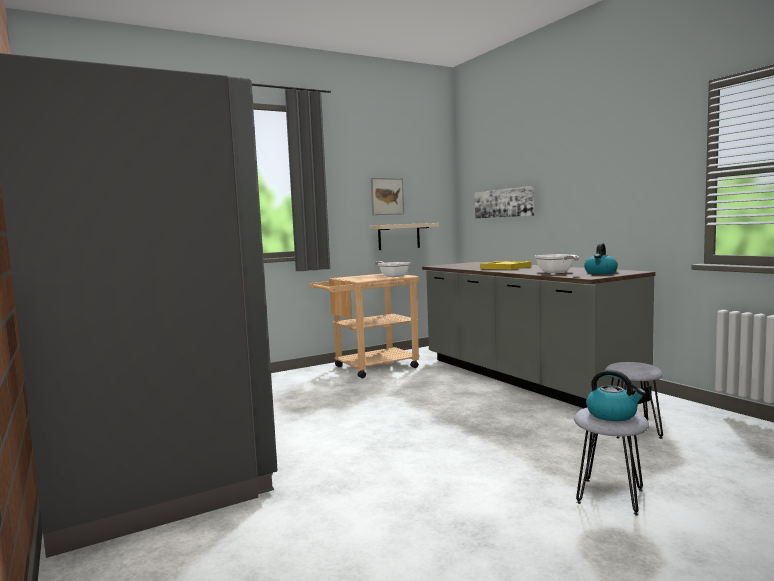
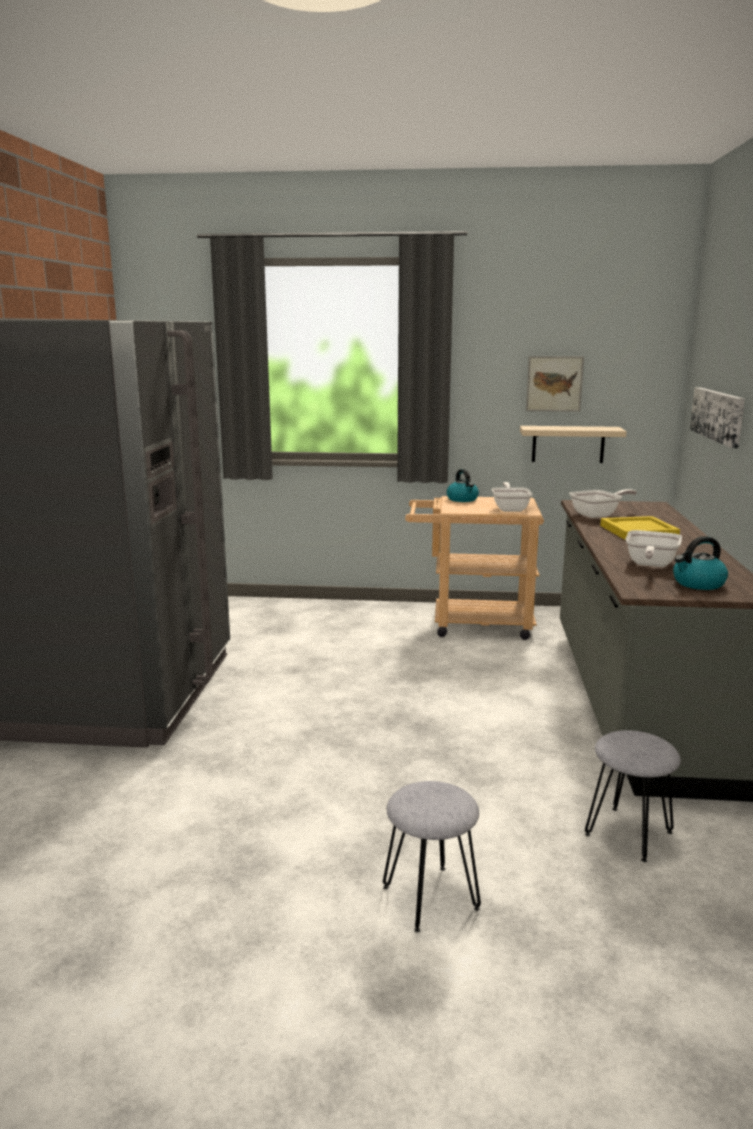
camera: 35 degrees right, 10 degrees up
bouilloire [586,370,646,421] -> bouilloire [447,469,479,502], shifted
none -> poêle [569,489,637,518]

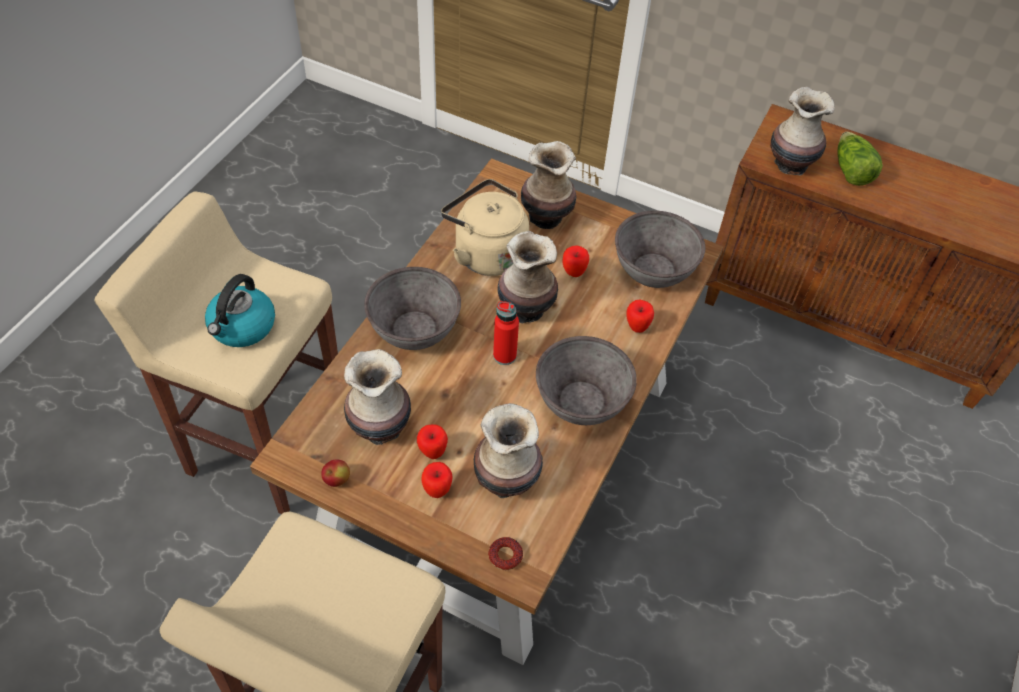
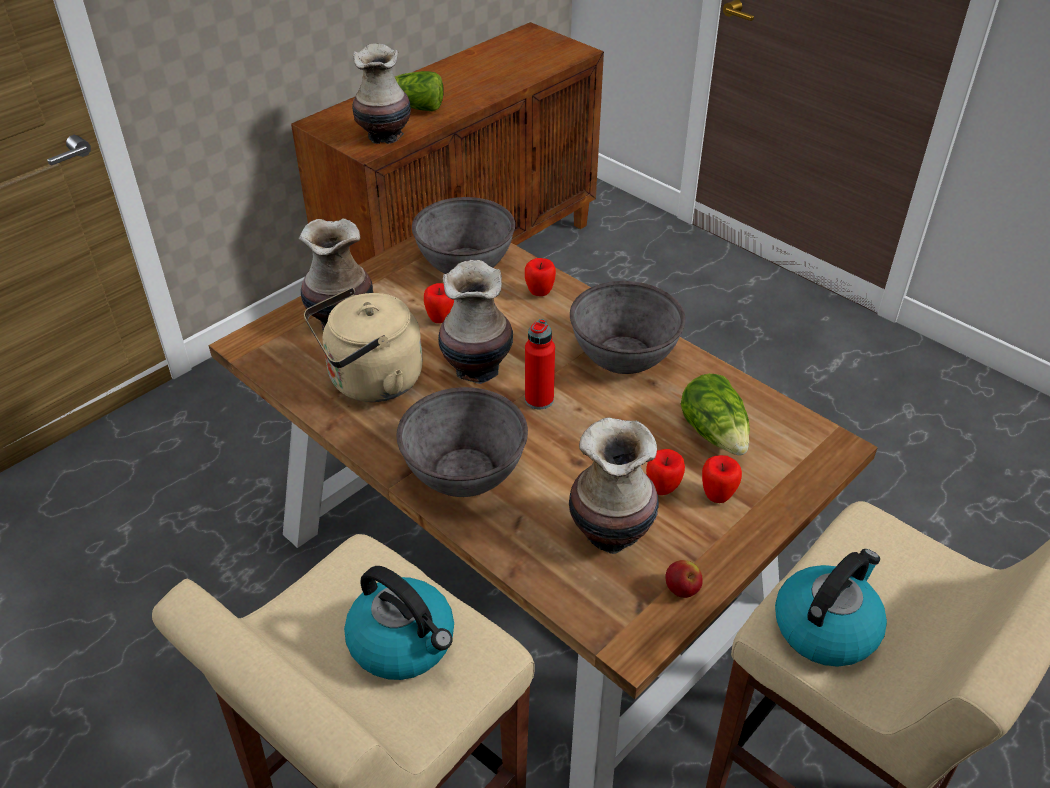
camera: 70 degrees left, 10 degrees down
vase [474,403,543,498] -> laitue [681,373,750,456]
beignet [488,537,523,570] -> none
none -> bouilloire [775,549,887,667]

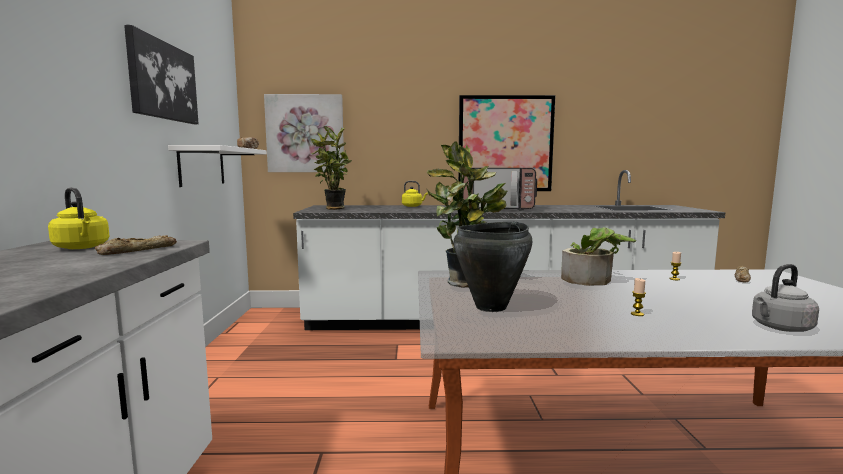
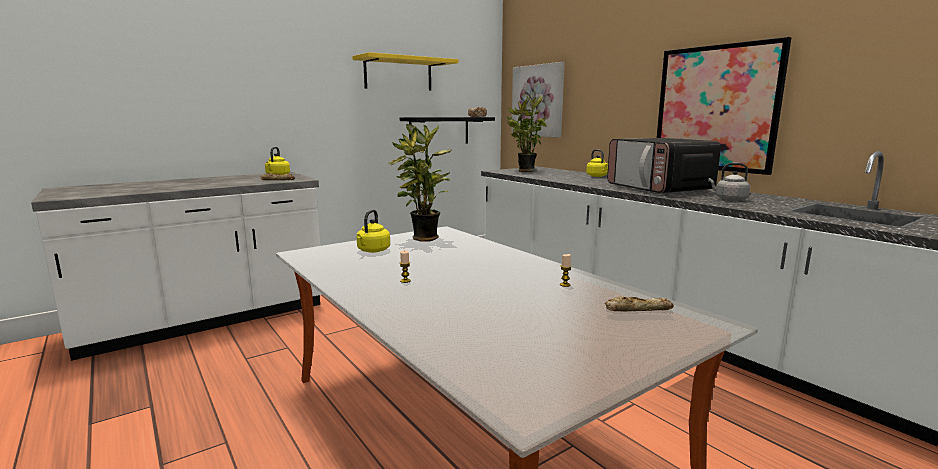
camera: 55 degrees right, 5 degrees up
tableau [124,25,199,124] -> étagère [jaune] [352,52,459,91]
étagère [blanc] [168,145,267,187] -> étagère [noir] [400,117,495,144]
marmite [noir] [453,222,533,312] -> bouilloire [jaune] [357,209,390,253]
plante en pot [561,227,636,286] -> none
bouilloire [gris] [752,264,819,332] -> bouilloire [gris] [708,163,750,201], shifted

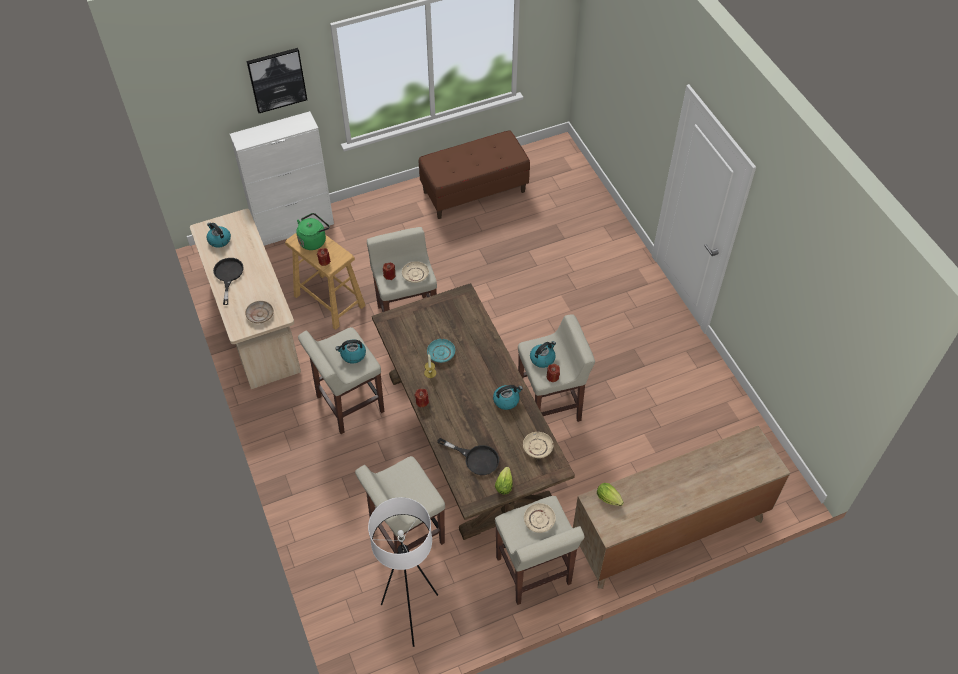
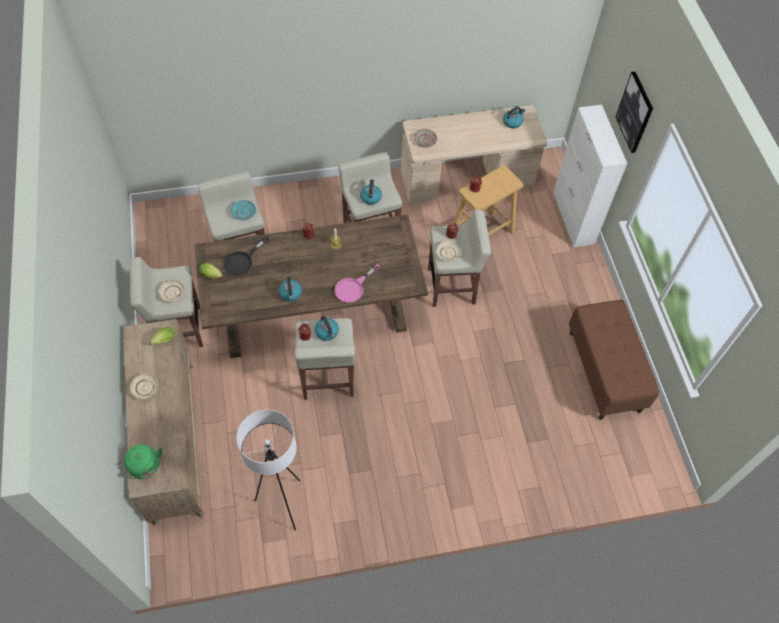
camera: 100 degrees right, 5 degrees up
poêle [noir] [213,258,244,305] -> none
bouilloire [vert] [296,213,329,250] -> bouilloire [vert] [124,445,162,479], shifted
lampadaire [blanc] [368,497,438,647] -> lampadaire [blanc] [236,410,300,530], shifted
assiette [turquoise] [427,339,455,363] -> assiette [turquoise] [231,200,256,220], shifted
assiette [beige] [523,432,554,458] -> assiette [beige] [130,373,159,400], shifted
none -> poêle [rose] [335,264,380,303]

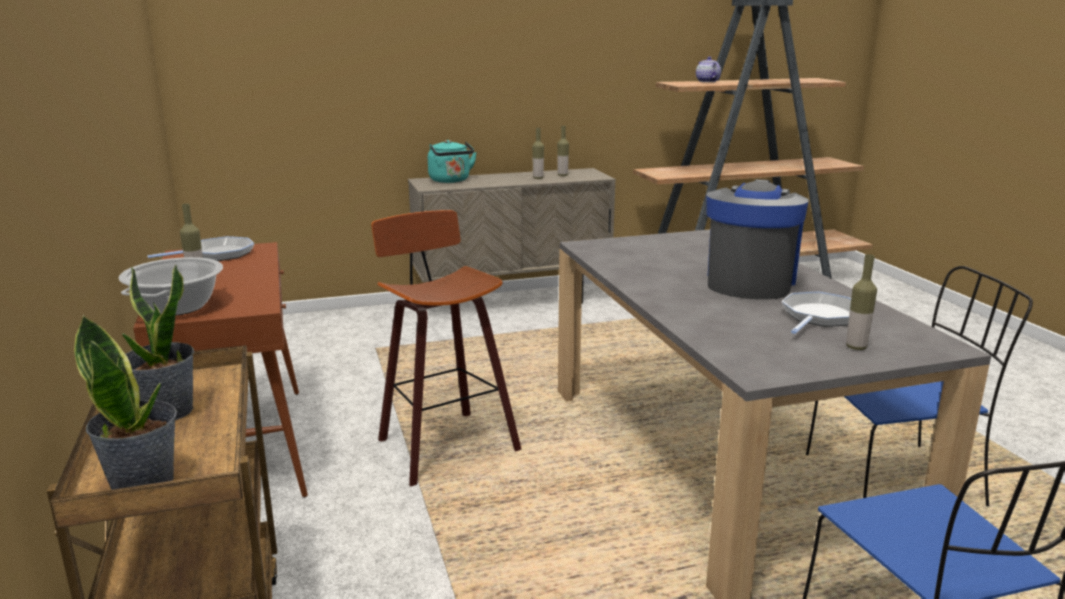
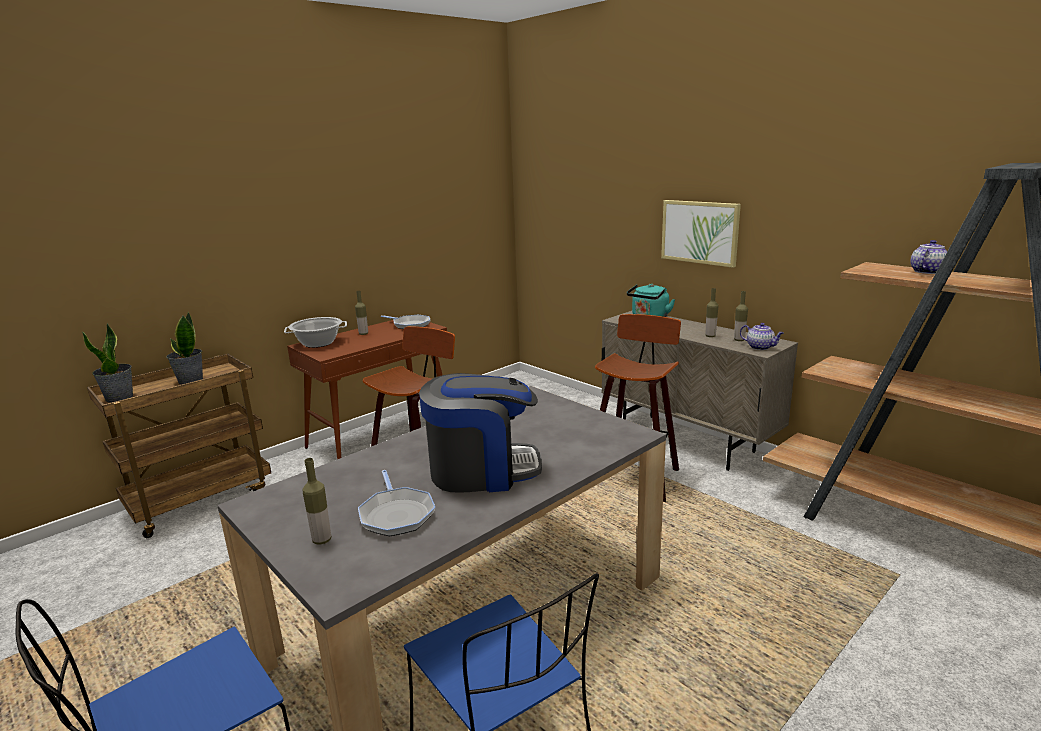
camera: 65 degrees right, 0 degrees up
poêle [782,292,851,334] -> poêle [358,470,435,536], 60 degrees clockwise
none -> tabouret [595,314,681,502]
none -> tableau [661,200,741,268]
none -> théière [740,323,784,350]

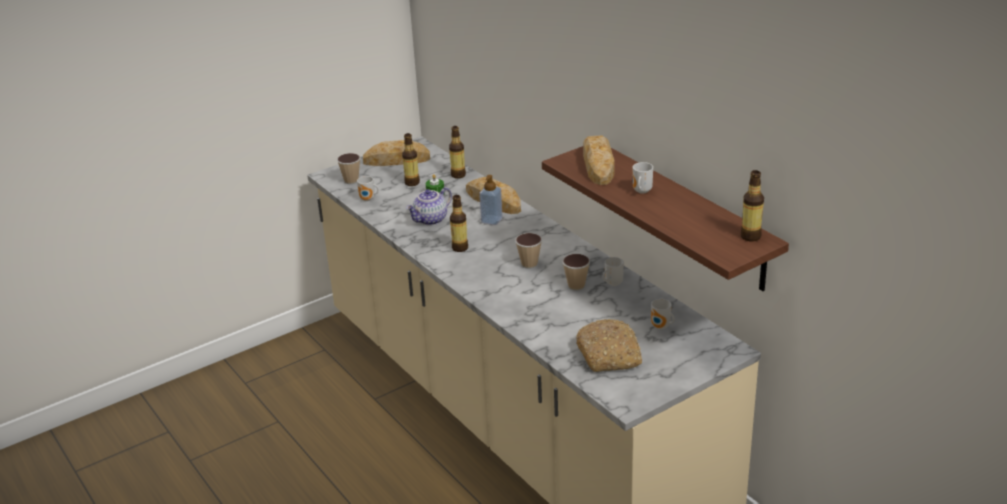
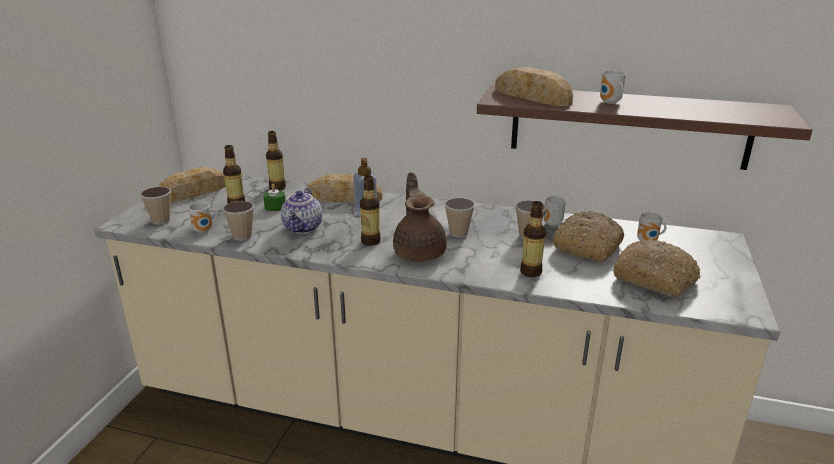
camera: 40 degrees left, 5 degrees down
bouteille [741,170,764,241] -> bouteille [520,201,546,277], shifted
none -> tasse [223,201,254,241]
none -> théière [marron] [393,172,447,262]
none -> pain [553,211,624,262]

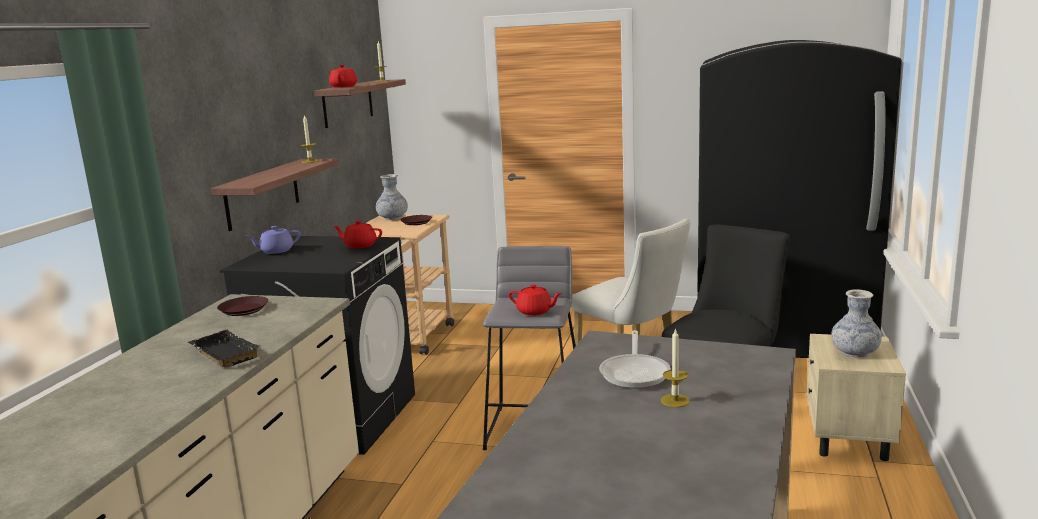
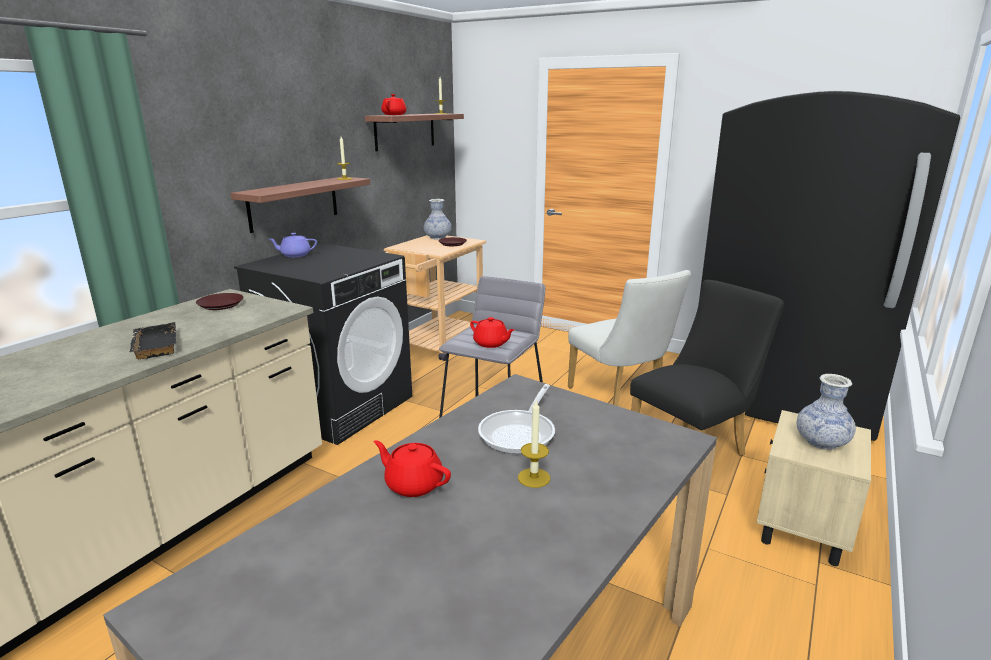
camera: 15 degrees right, 5 degrees up
théière [rouge] [333,221,382,248] -> théière [rouge] [373,440,451,497], shifted

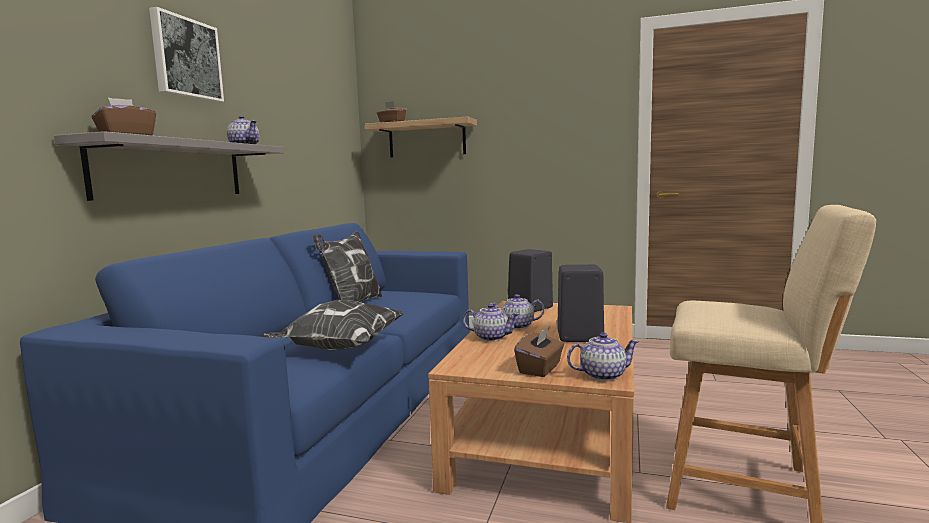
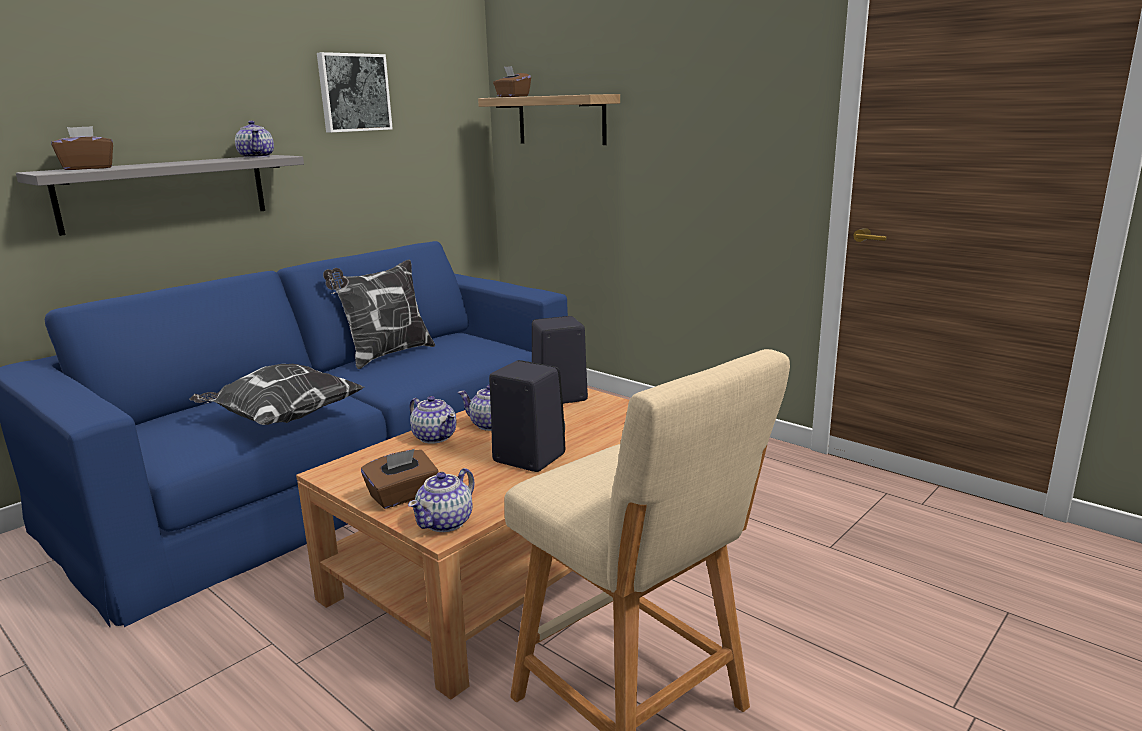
camera: 25 degrees right, 10 degrees up
tableau [149,7,224,102] -> tableau [317,52,393,132], shifted
théière [567,333,639,381] -> théière [408,468,475,532], 105 degrees clockwise

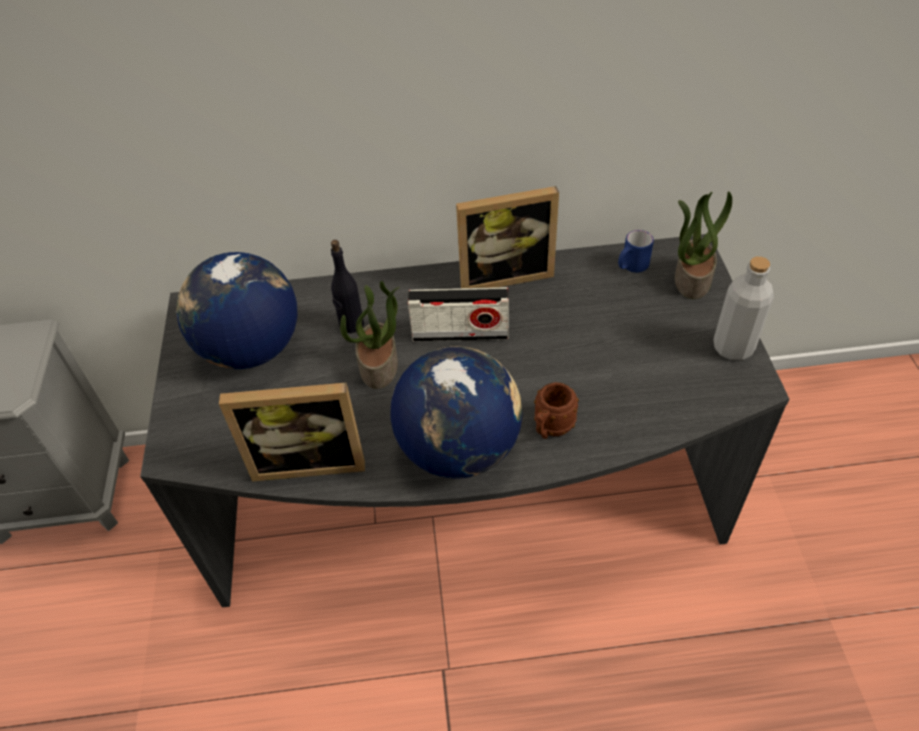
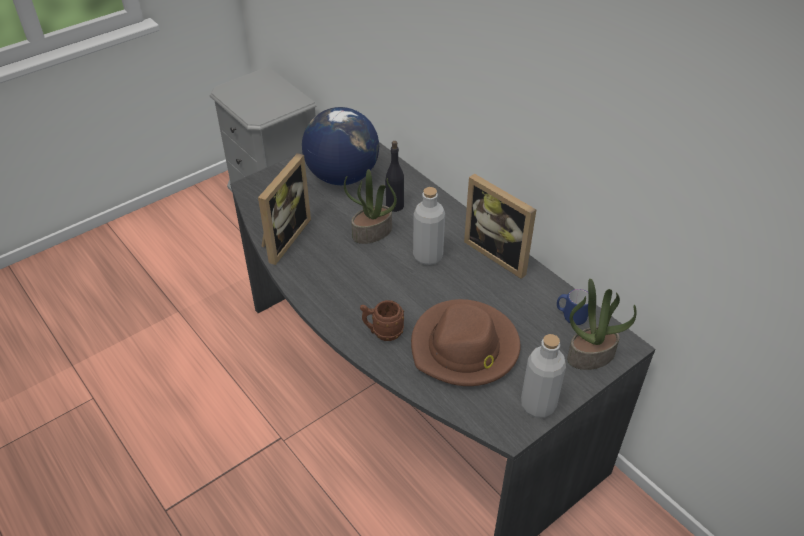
camera: 55 degrees right, 5 degrees down
cadre photo [219,382,365,482] -> cadre photo [258,153,311,265], 120 degrees counterclockwise
globe [390,346,523,479] -> none
radio [408,287,509,342] -> bouteille [gris] [413,187,445,265]
none -> chapeau [marron] [411,299,521,386]

